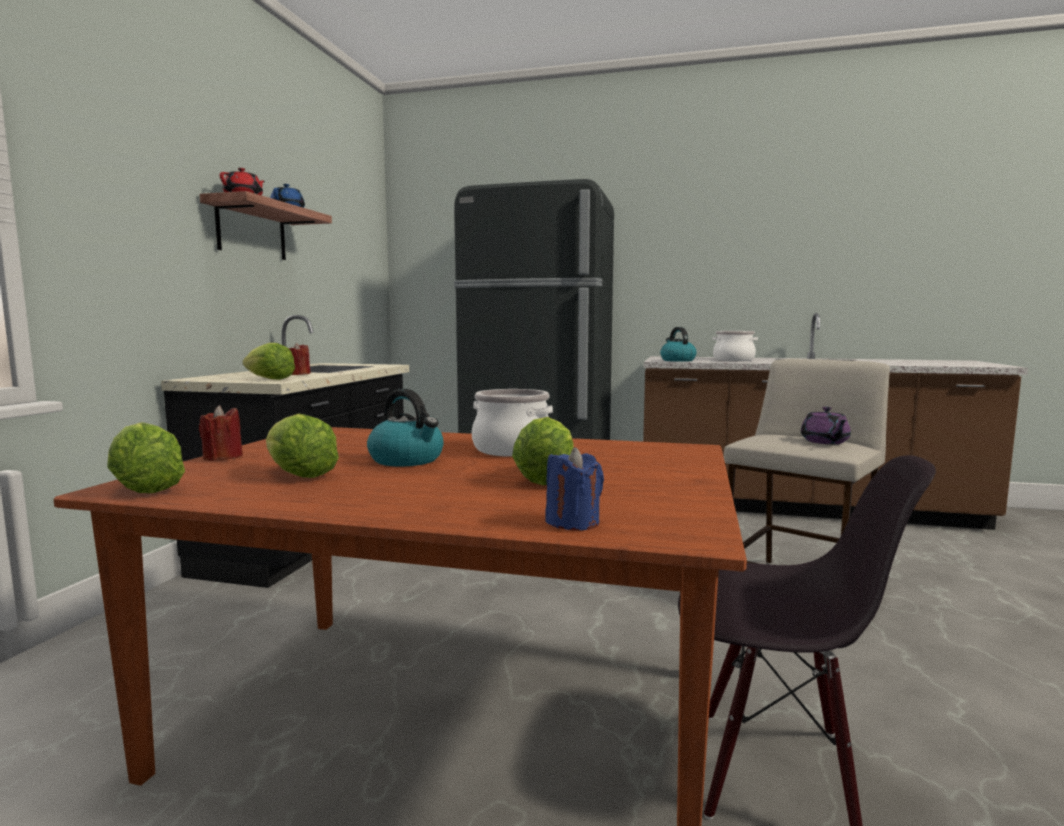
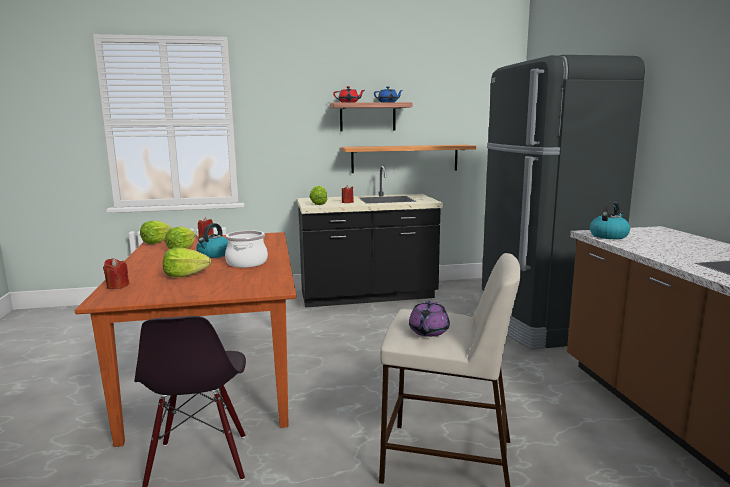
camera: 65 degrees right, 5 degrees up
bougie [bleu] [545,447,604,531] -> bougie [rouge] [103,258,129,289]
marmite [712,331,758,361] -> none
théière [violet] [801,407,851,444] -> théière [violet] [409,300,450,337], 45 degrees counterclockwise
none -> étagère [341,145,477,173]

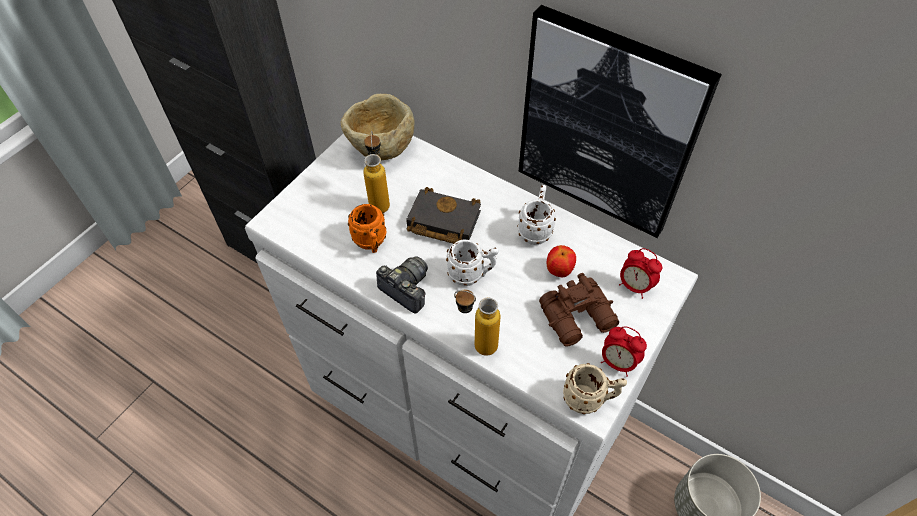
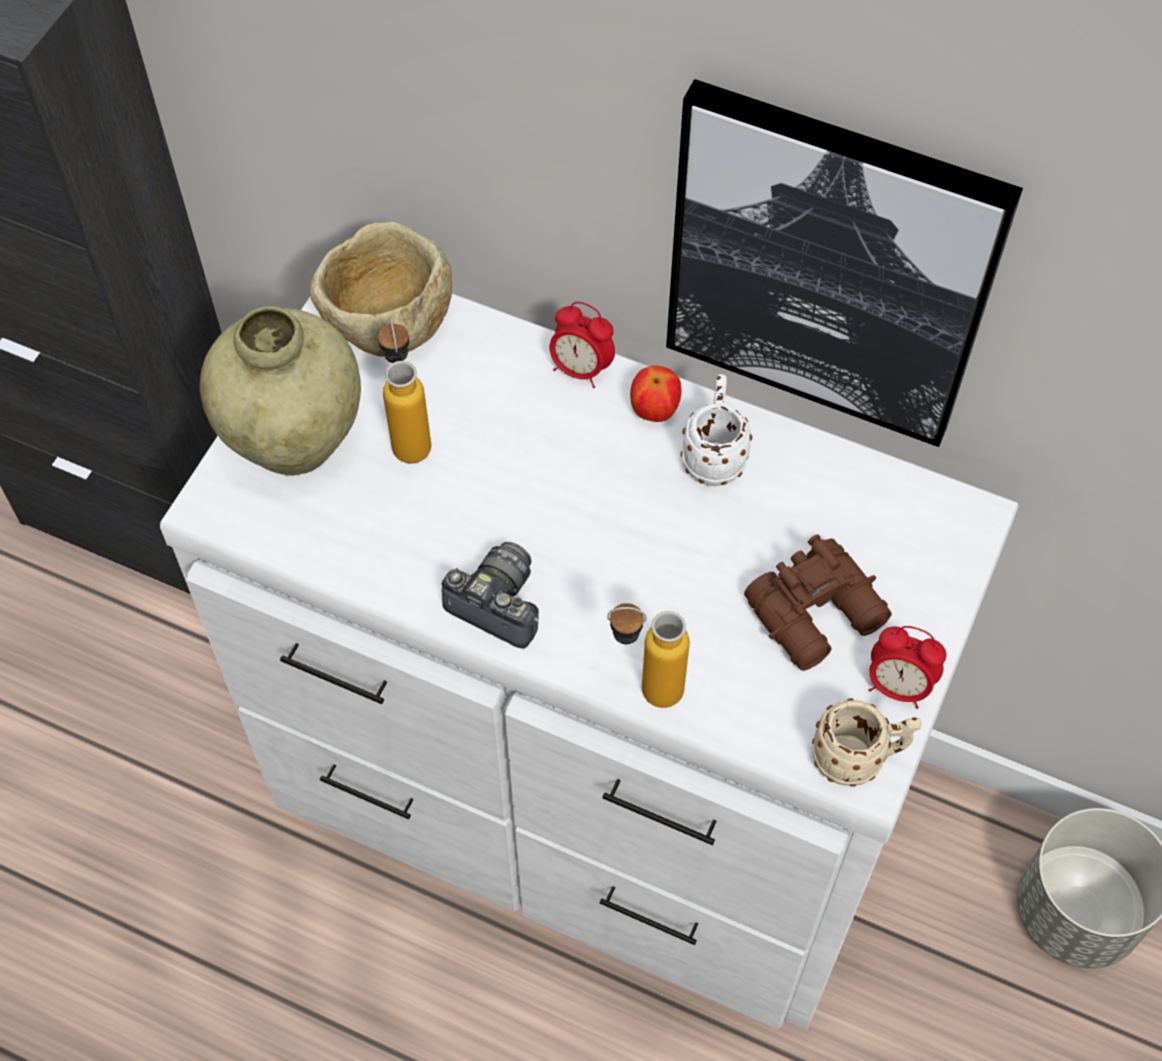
camera: 10 degrees left, 5 degrees up
mug [orange] [348,204,387,253] -> none
livre [noir] [406,187,481,244] -> none
mug [blanc] [446,239,499,286] -> none
pomme [547,245,576,277] -> pomme [630,365,682,422], shifted
réveil [619,248,662,299] -> réveil [549,302,615,388], shifted
none -> vase [beige] [200,306,361,476]

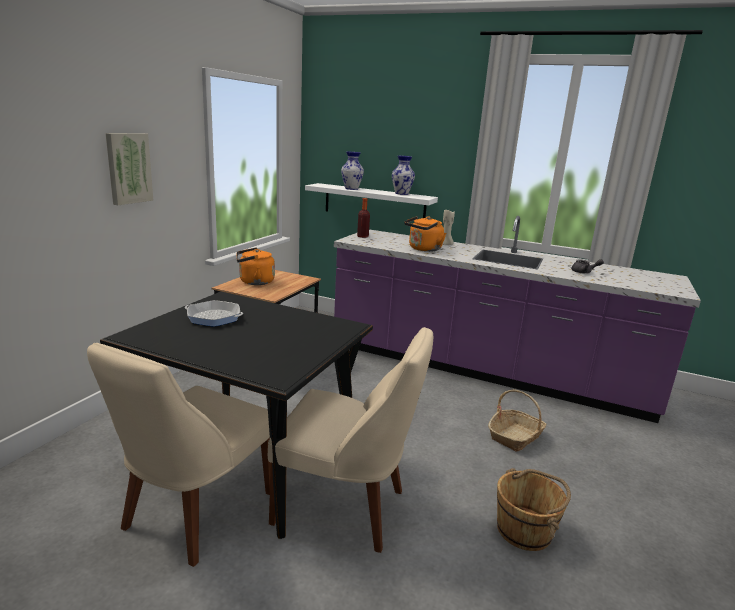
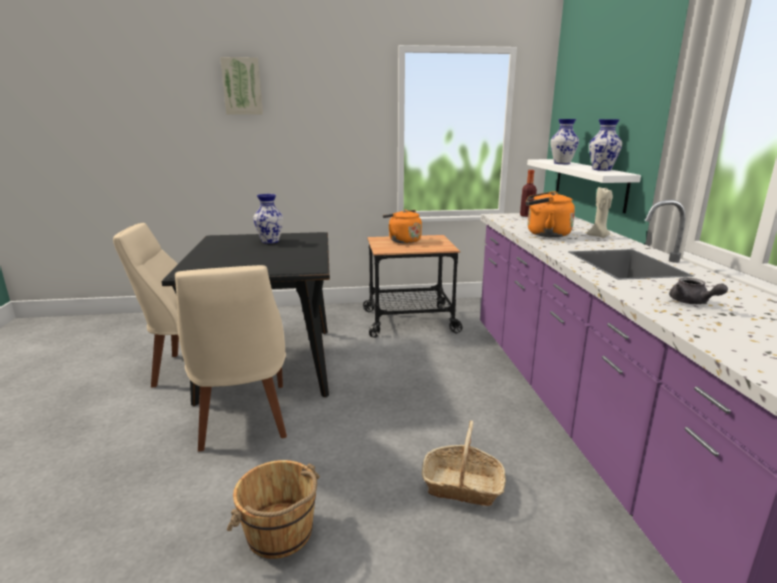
camera: 60 degrees right, 0 degrees up
tableau [106,133,153,205] -> tableau [220,57,263,114], shifted
poêle [185,300,243,327] -> vase [253,194,284,244]

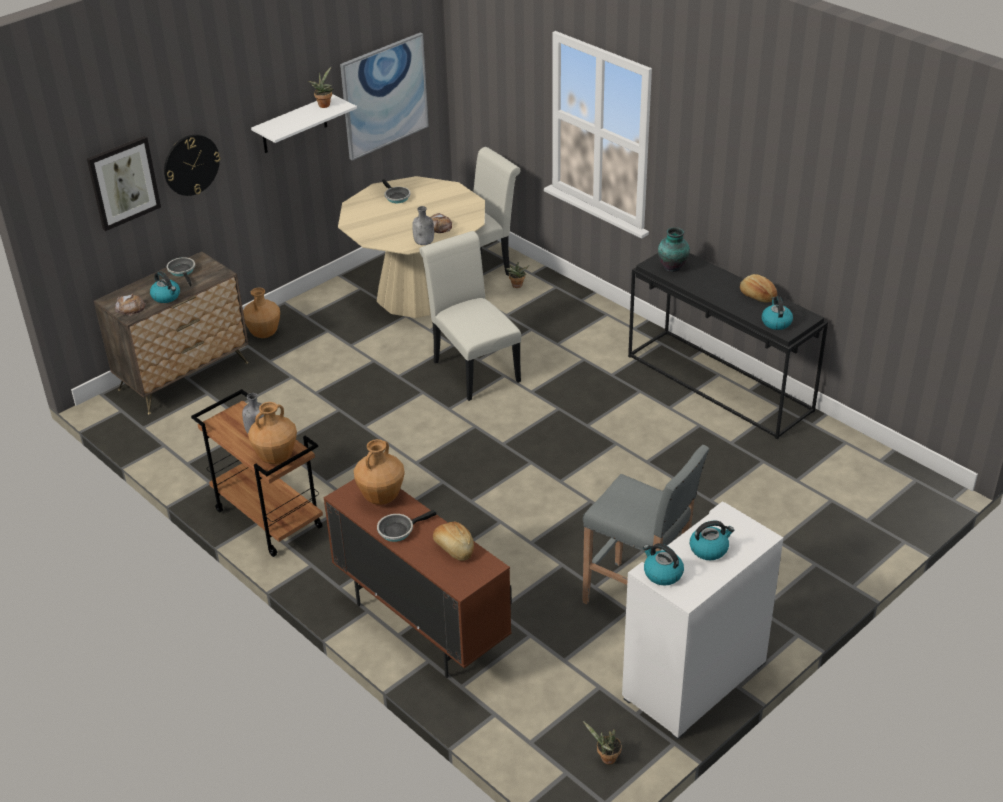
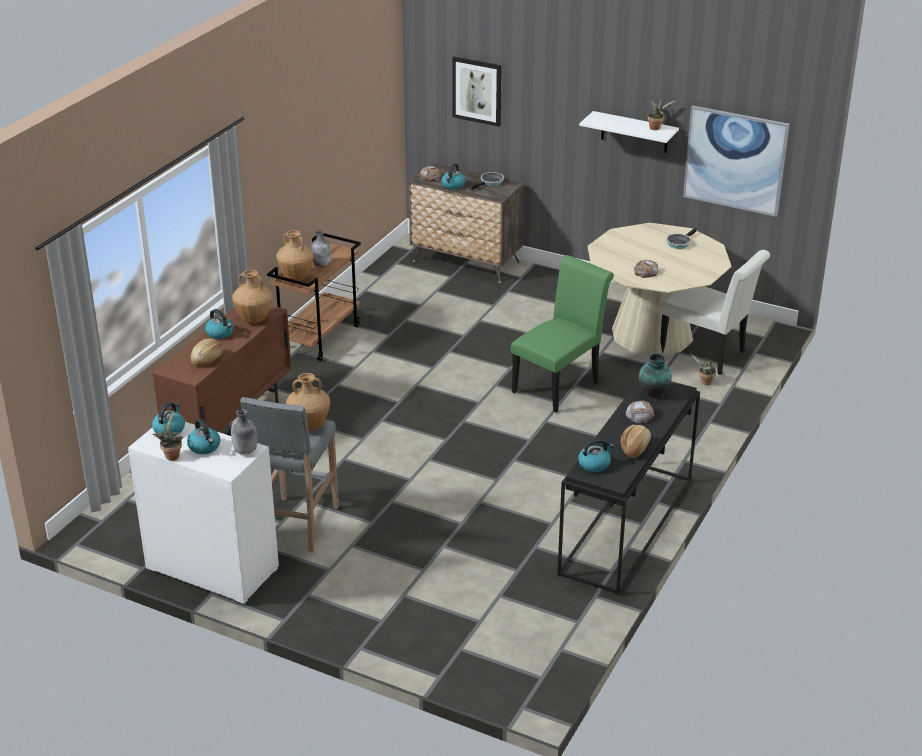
camera: 70 degrees right, 5 degrees down
horloge murale [164,135,220,196] -> none
vase [marron] [243,288,280,338] -> vase [marron] [286,373,330,431], shifted
poêle [377,510,437,542] -> bouilloire [205,309,234,339]
bouteille [gris] [412,206,434,245] -> bouteille [gris] [231,409,257,454], shifted
chaise [blanc] [419,231,521,401] -> chaise [vert] [511,255,614,413]
plante en pot [583,721,622,764] -> plante en pot [153,411,183,461], shifted
none -> pain [625,400,655,424]

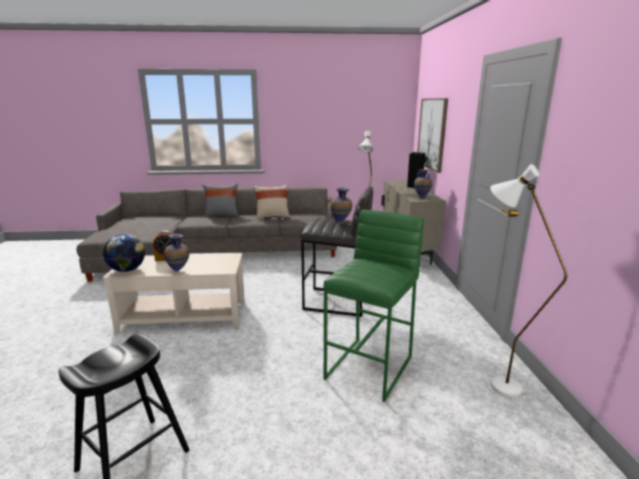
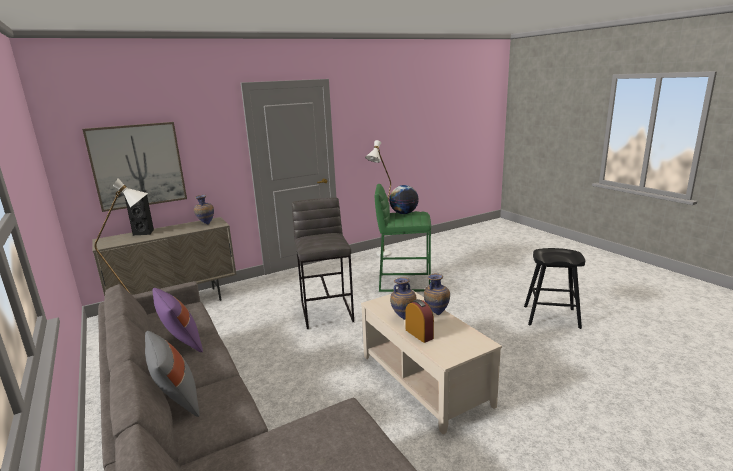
camera: 115 degrees left, 0 degrees up
globe [103,234,145,272] -> globe [389,185,419,214], shifted
coussin [beige] [253,184,290,219] -> coussin [violet] [153,288,203,352]
vase [330,187,352,222] -> vase [390,277,417,320], shifted

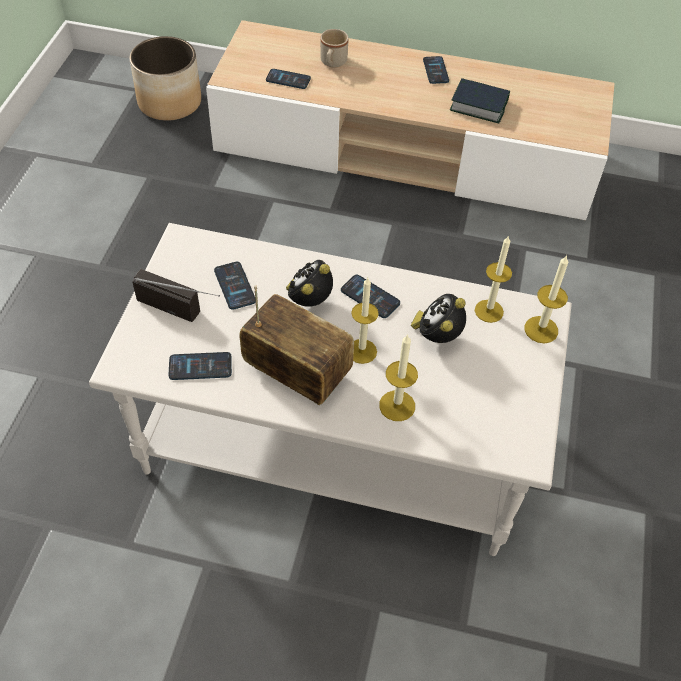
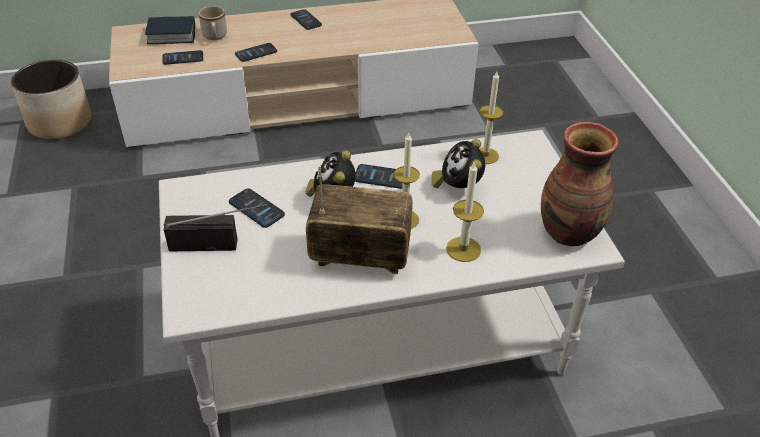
camera: 25 degrees left, 10 degrees down
téléphone [169,352,232,380] -> téléphone [235,43,277,62], shifted
livre [450,78,510,124] -> livre [145,16,195,44], shifted
bougie [524,255,568,343] -> none
none -> vase [541,122,619,246]

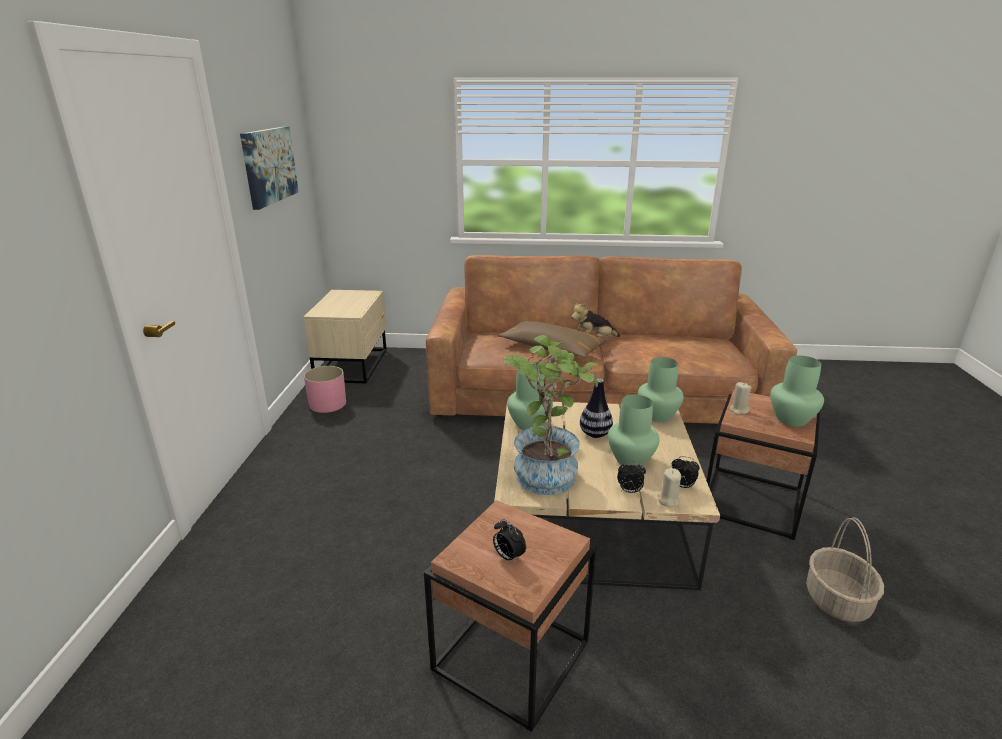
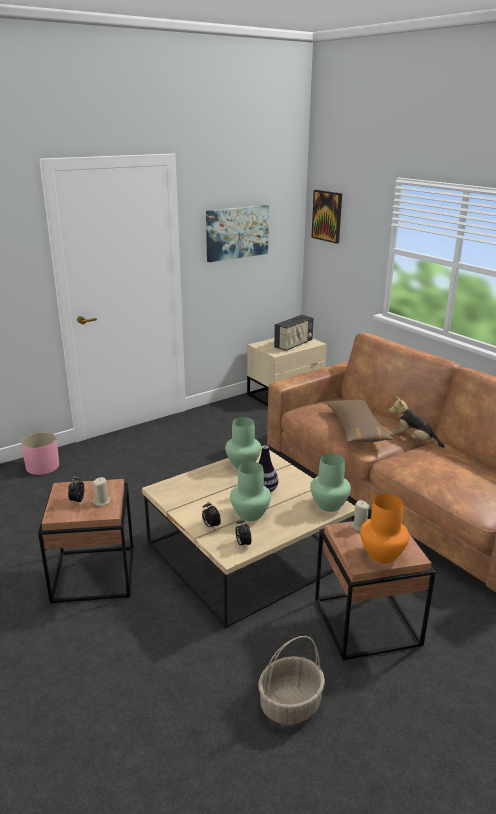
camera: 50 degrees right, 0 degrees up
cache-pot [rose] [304,366,346,413] -> cache-pot [rose] [21,432,59,475], shifted
plante en pot [504,335,598,495] -> none
bougie [beige] [658,468,681,507] -> bougie [beige] [93,477,111,506], shifted
vase [vert] [770,355,824,426] -> vase [orange] [360,494,409,563]
none -> radio [274,315,314,351]
none -> tableau [311,190,342,244]

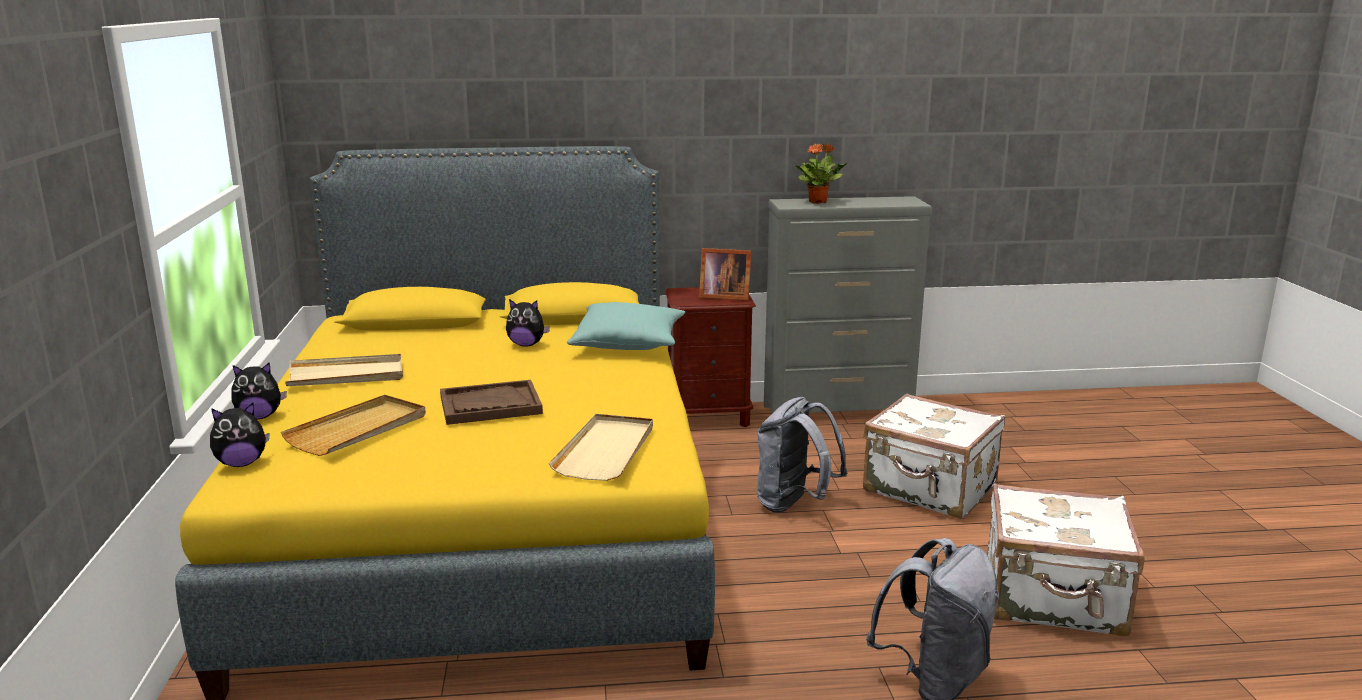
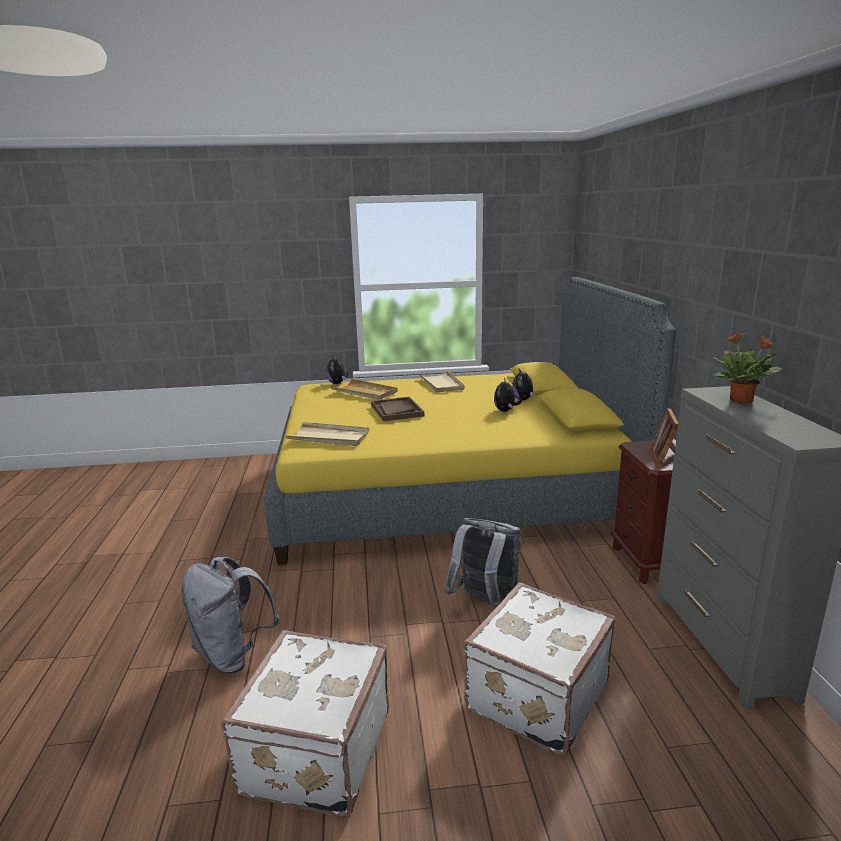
camera: 90 degrees right, 0 degrees up
peluche [231,362,287,419] -> peluche [512,369,535,401], shifted
coussin [turquoise] [567,302,685,350] -> none

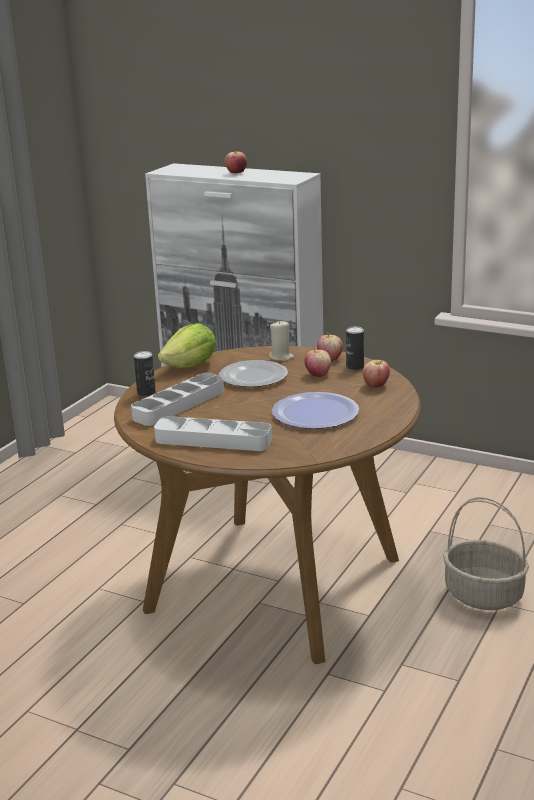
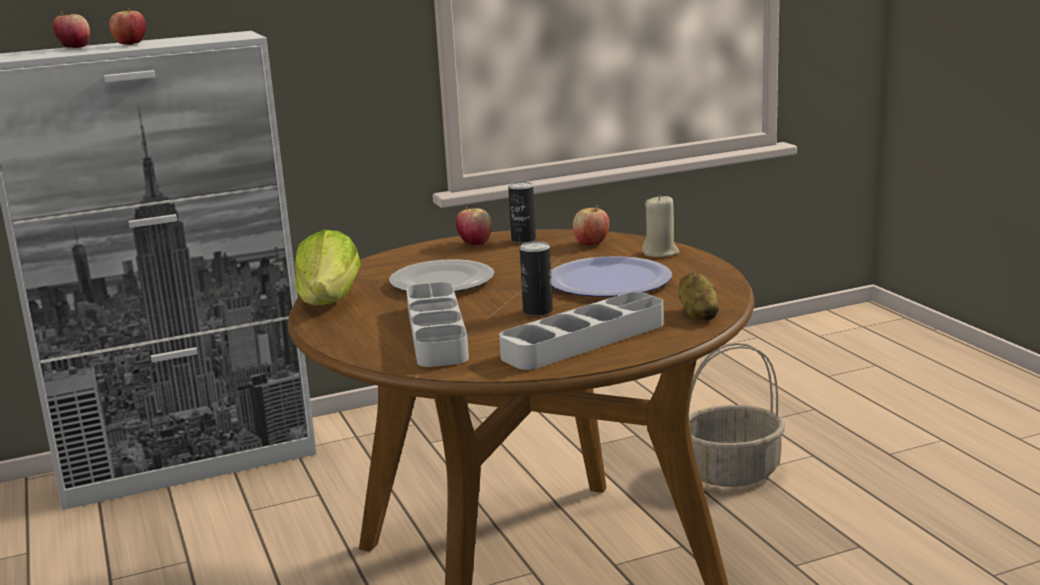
camera: 50 degrees left, 5 degrees down
boîte métallique [134,351,156,397] -> boîte métallique [520,241,553,316], shifted
bougie [beige] [269,320,294,361] -> bougie [beige] [642,194,679,257], shifted
pomme [305,348,331,377] -> pomme [53,11,90,48], shifted
none -> pomme de terre [678,273,719,321]

